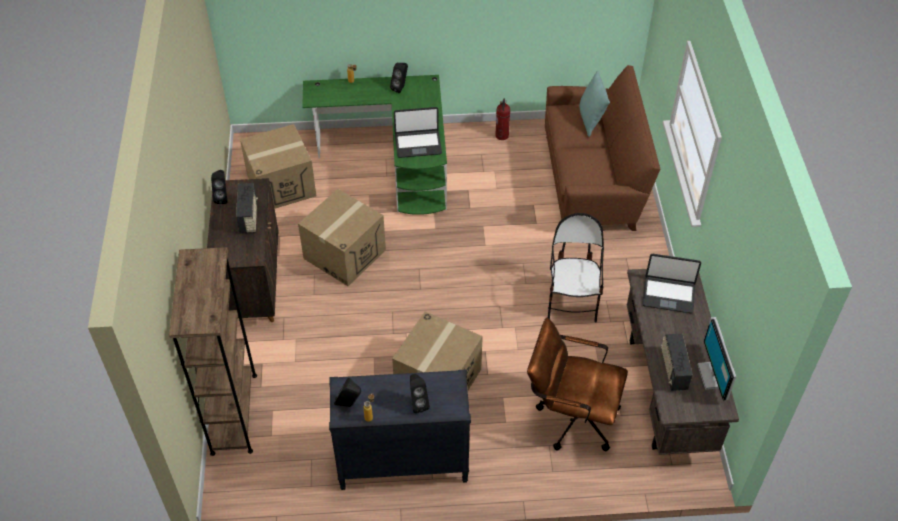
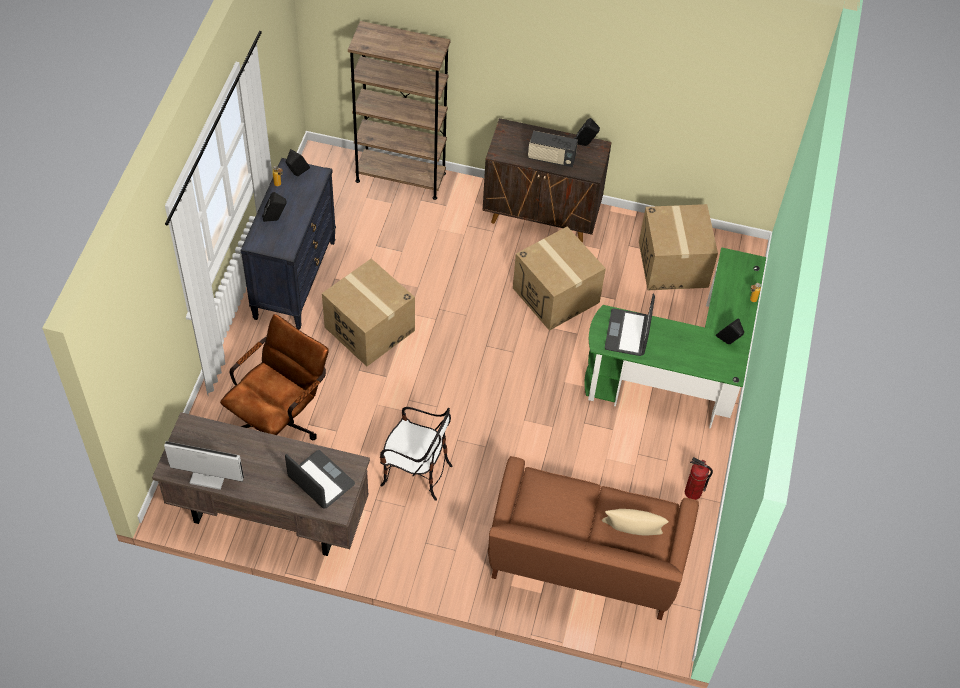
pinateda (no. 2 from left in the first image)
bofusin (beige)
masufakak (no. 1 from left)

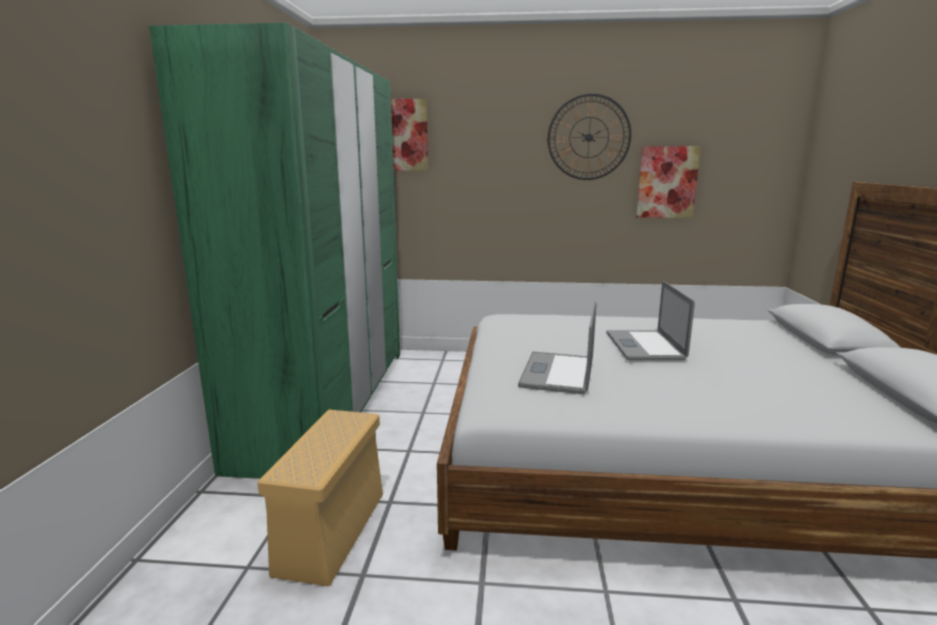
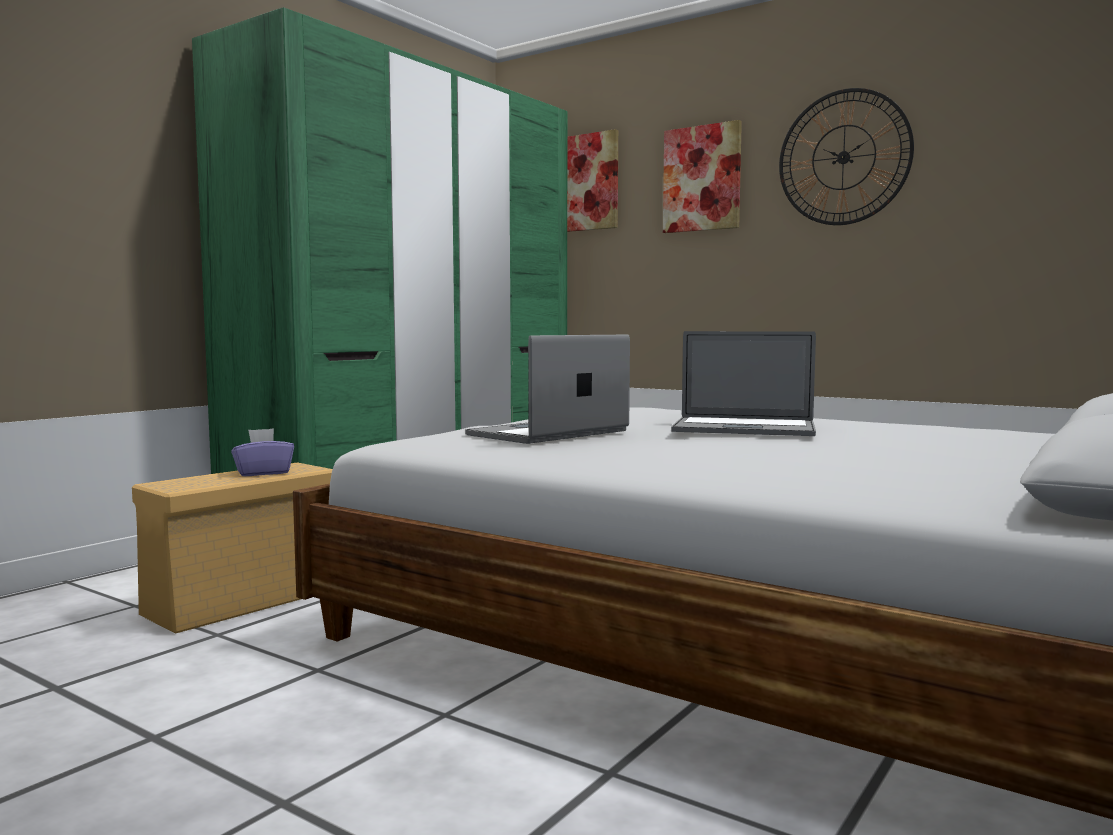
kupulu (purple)
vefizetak (no. 2 from left)
masufakak (no. 2 from left)

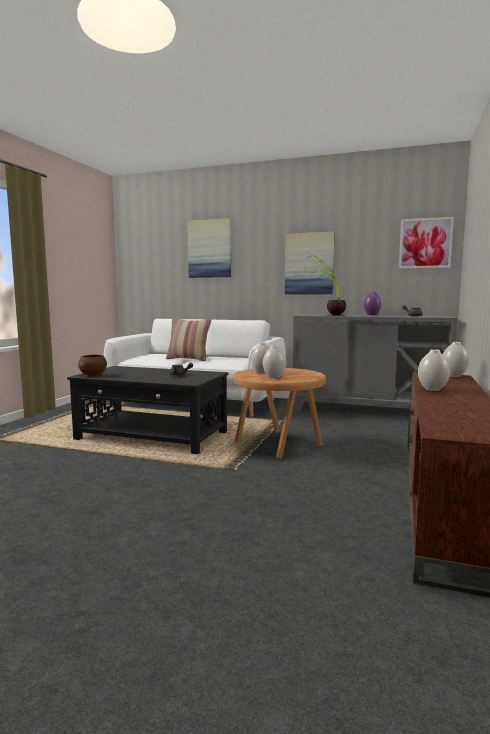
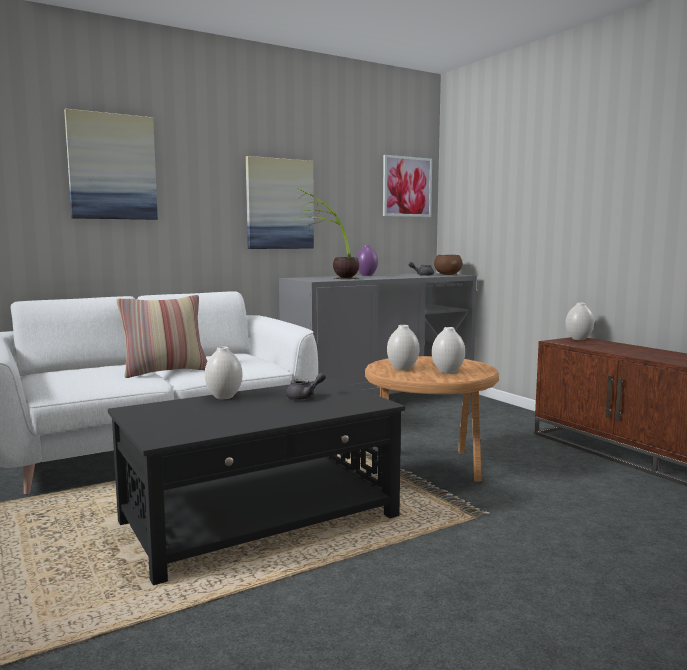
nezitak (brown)
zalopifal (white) (no. 1 from left)

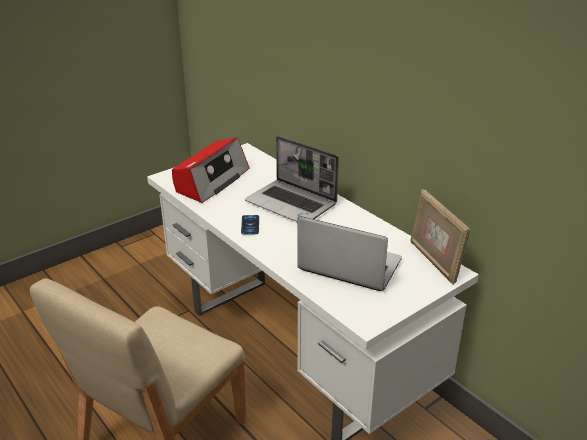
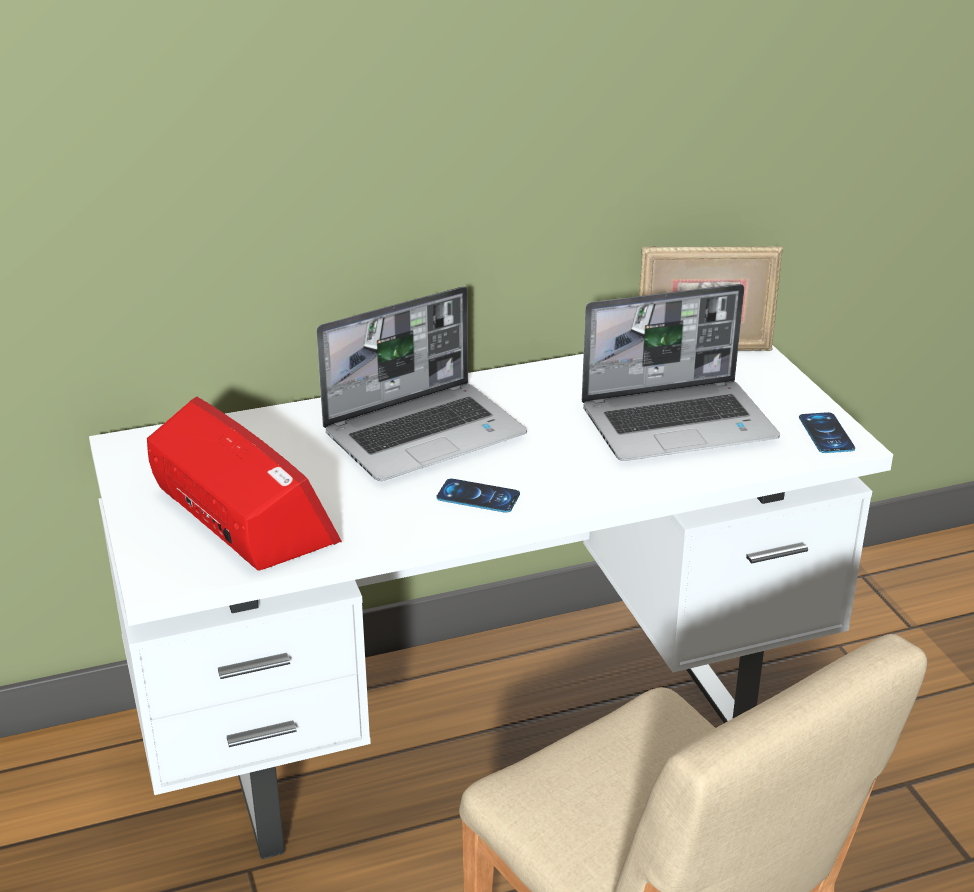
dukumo (no. 2 from left)
masufakak (no. 2 from left)

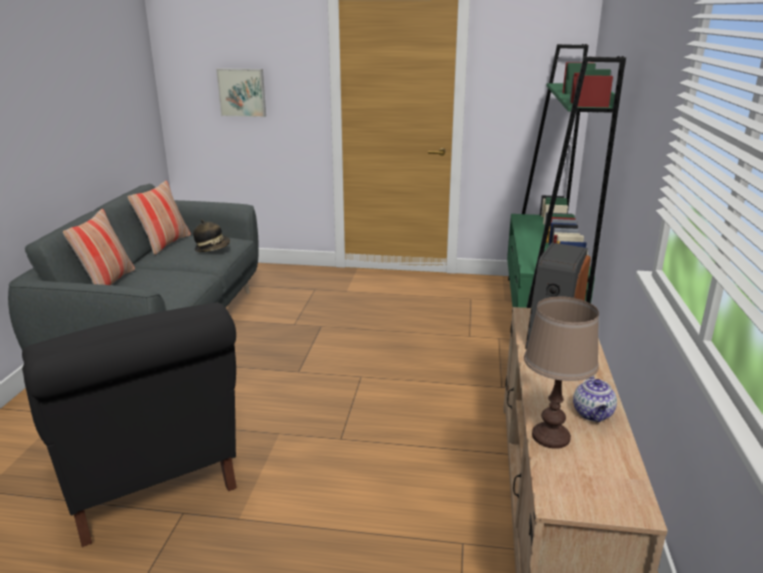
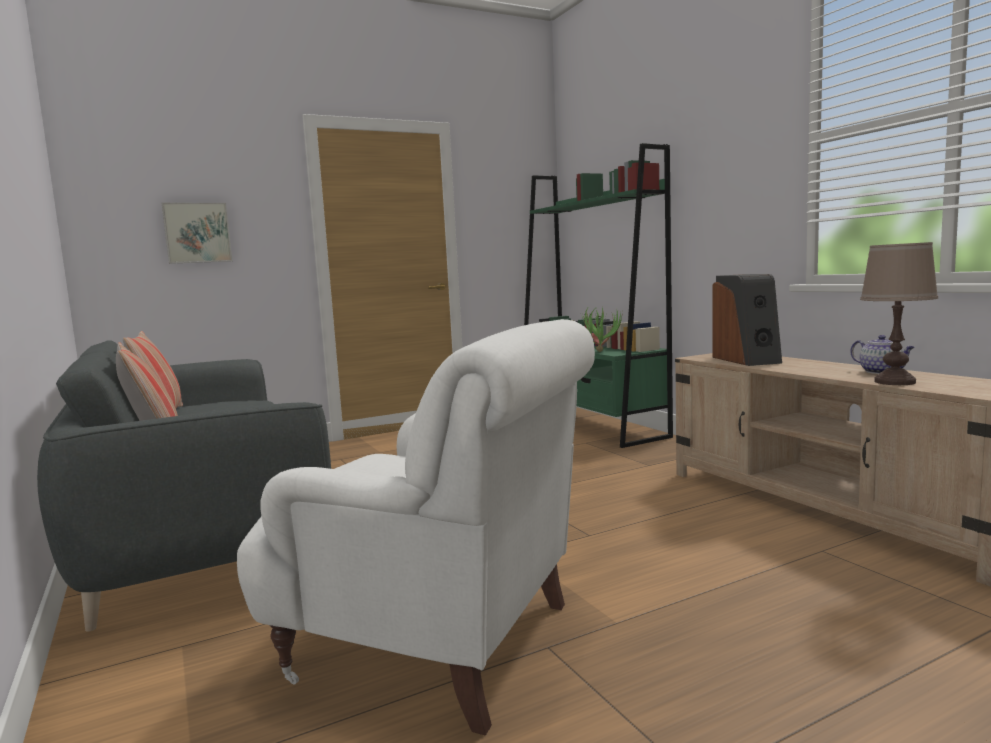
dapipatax
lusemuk
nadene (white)

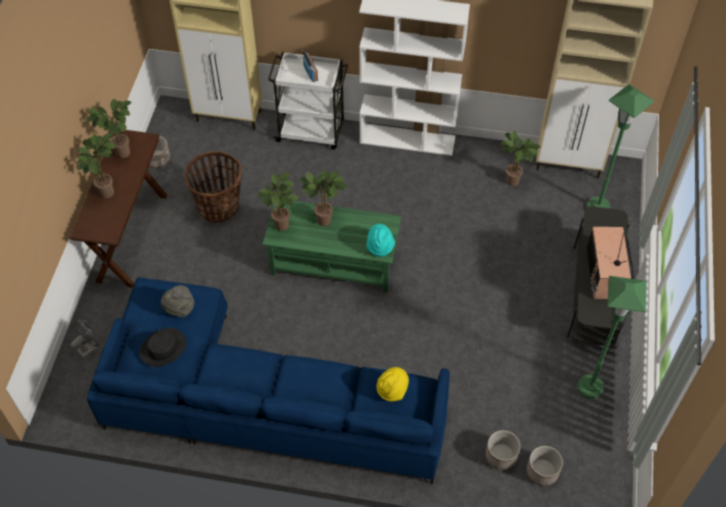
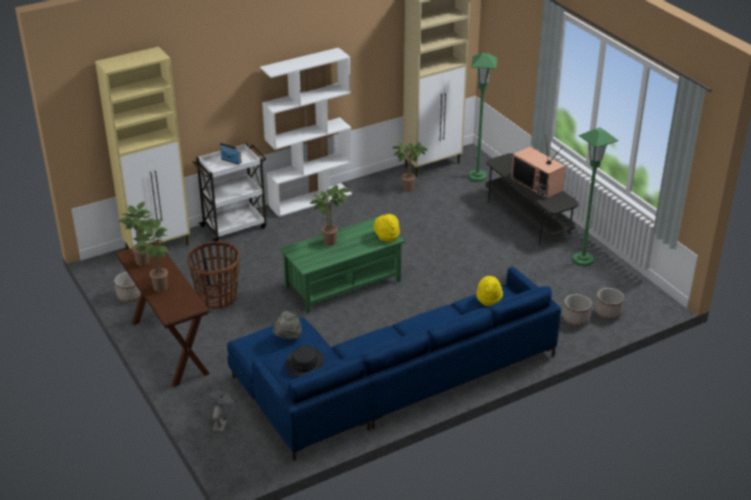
lusemuk (no. 3 from left in the first image)
dapipatax (yellow) (no. 1 from left)

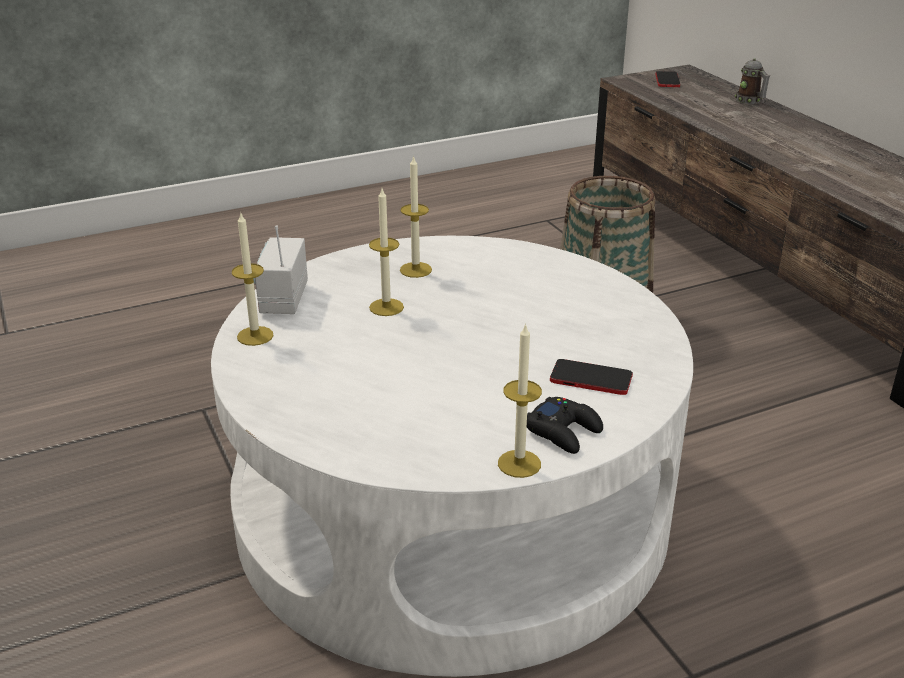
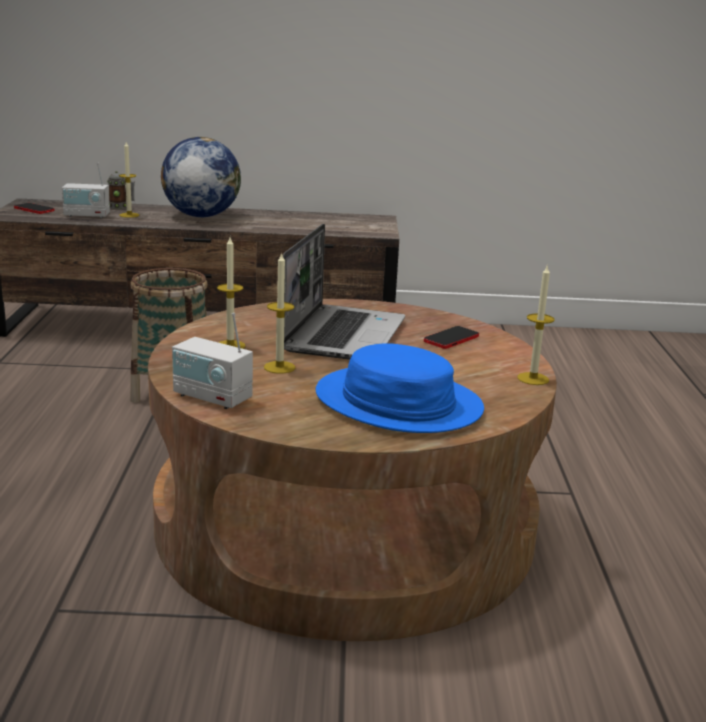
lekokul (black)
pinateda (no. 1 from left)
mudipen
masufakak
dapipatax (blue)
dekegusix (no. 1 from left)
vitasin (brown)

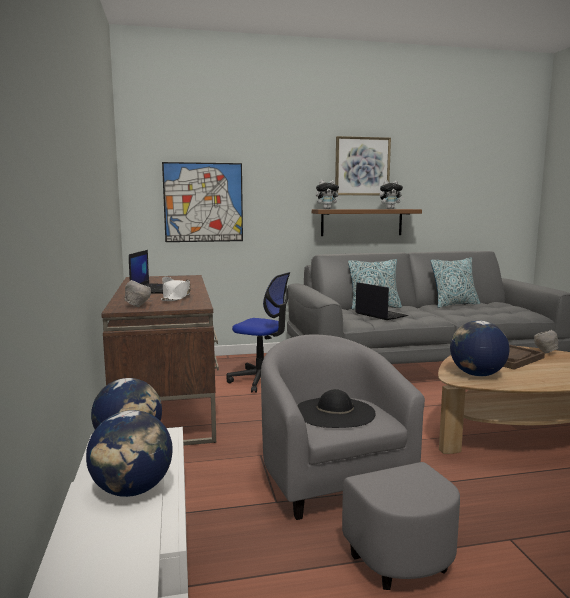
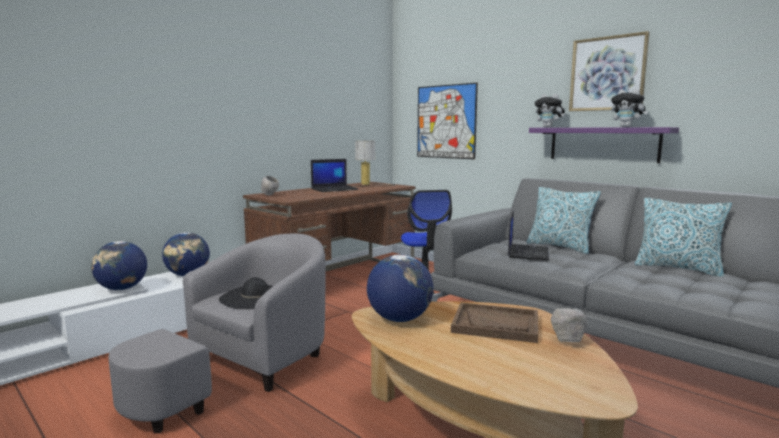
dapipatax (white)
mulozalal
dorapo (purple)

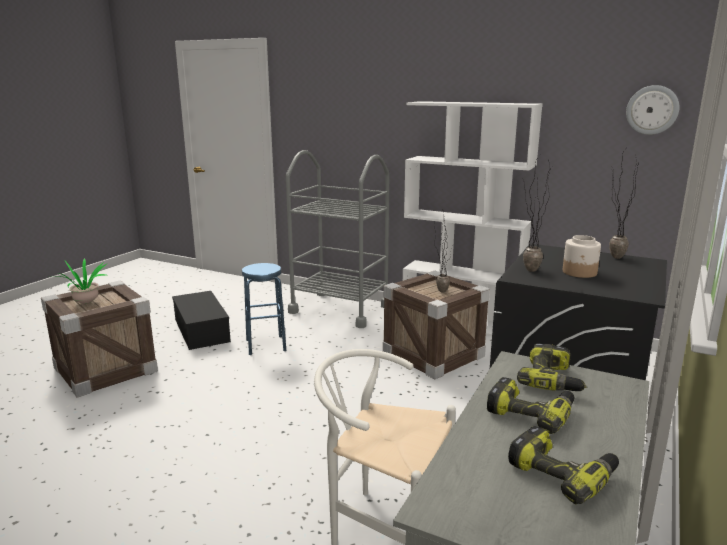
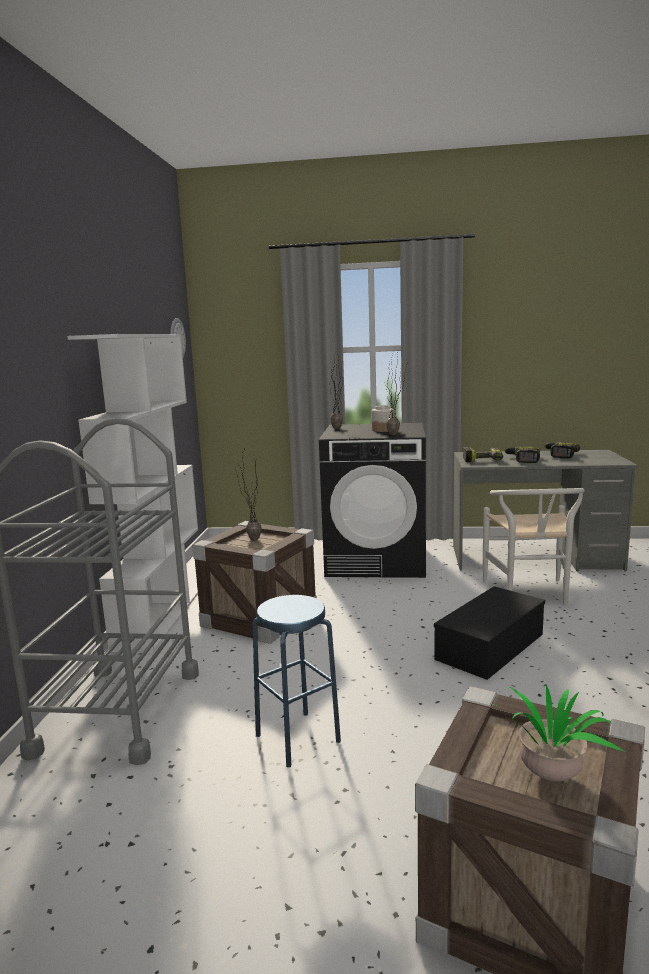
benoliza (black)

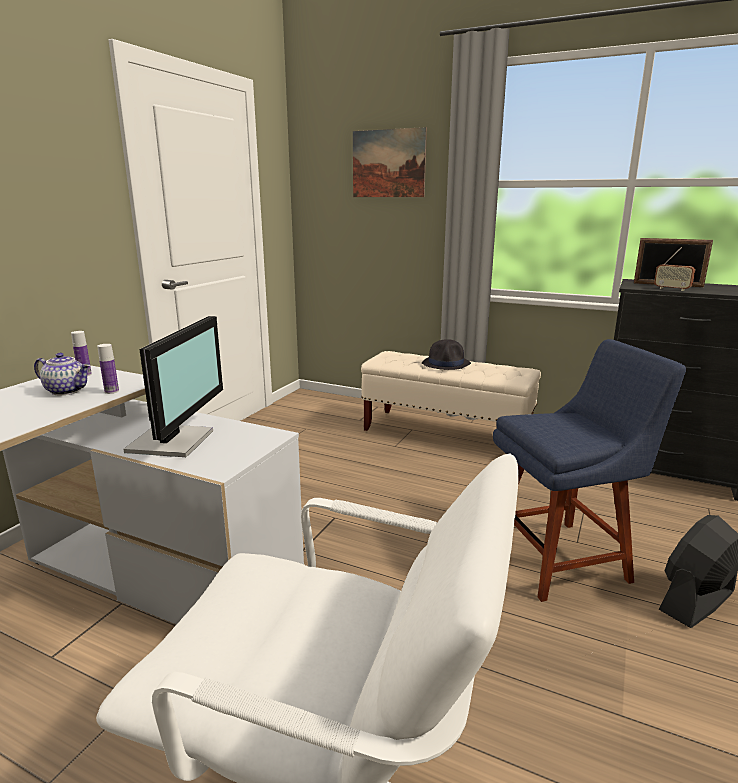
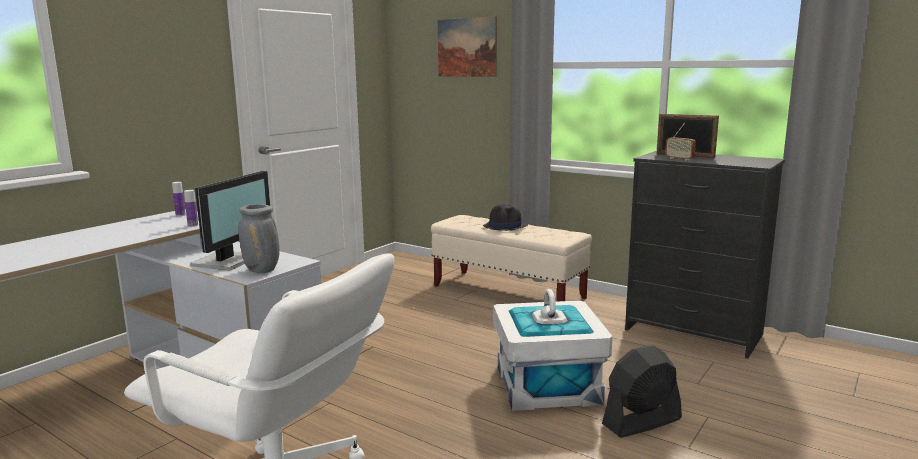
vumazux
zalopifal (grey)
benoliza (white)

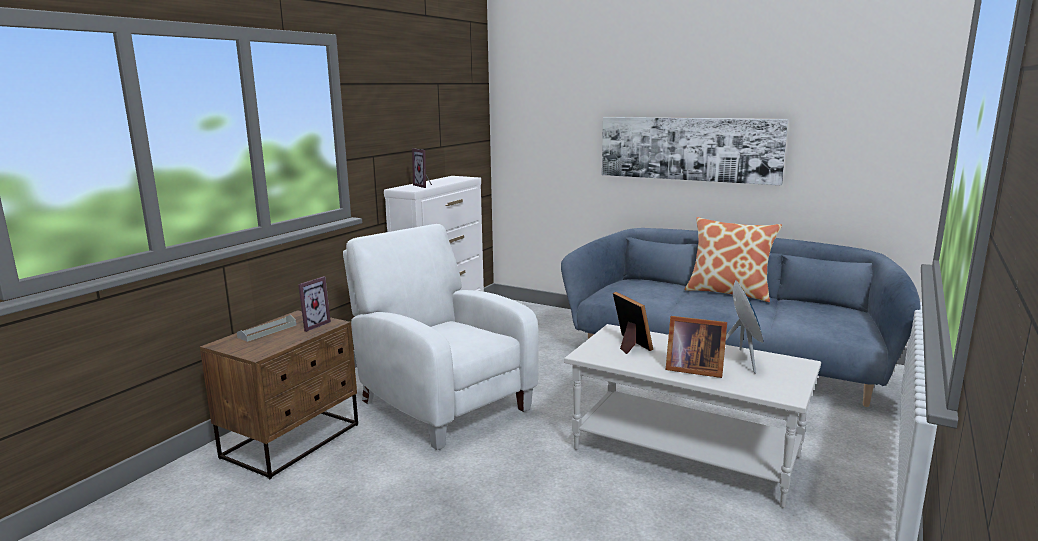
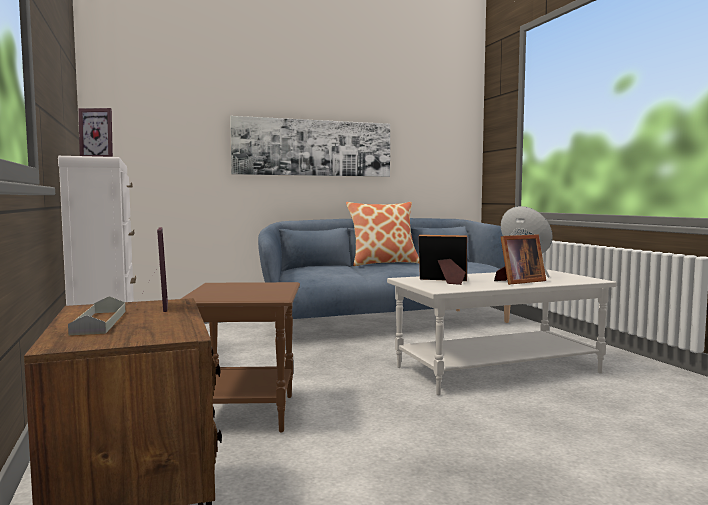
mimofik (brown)

